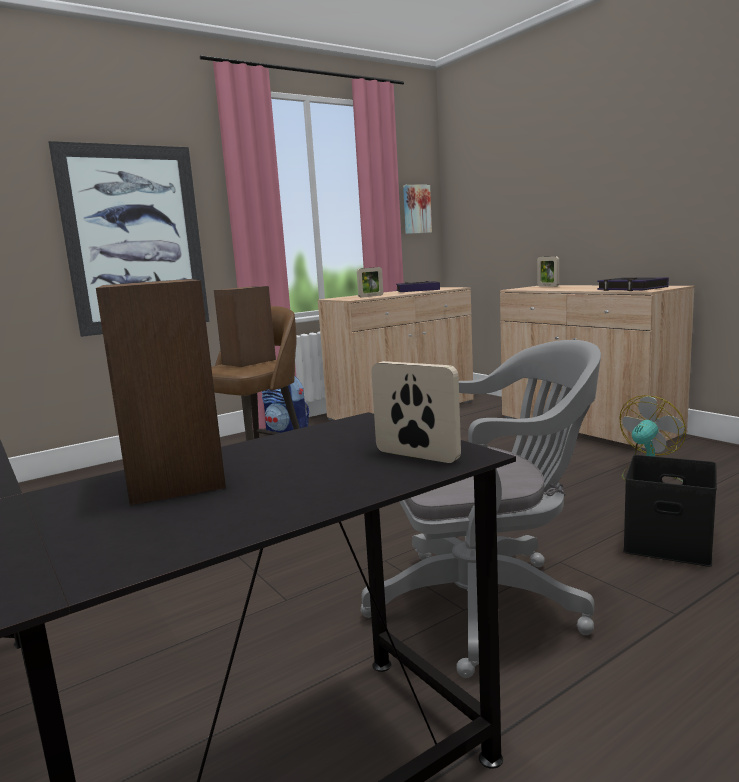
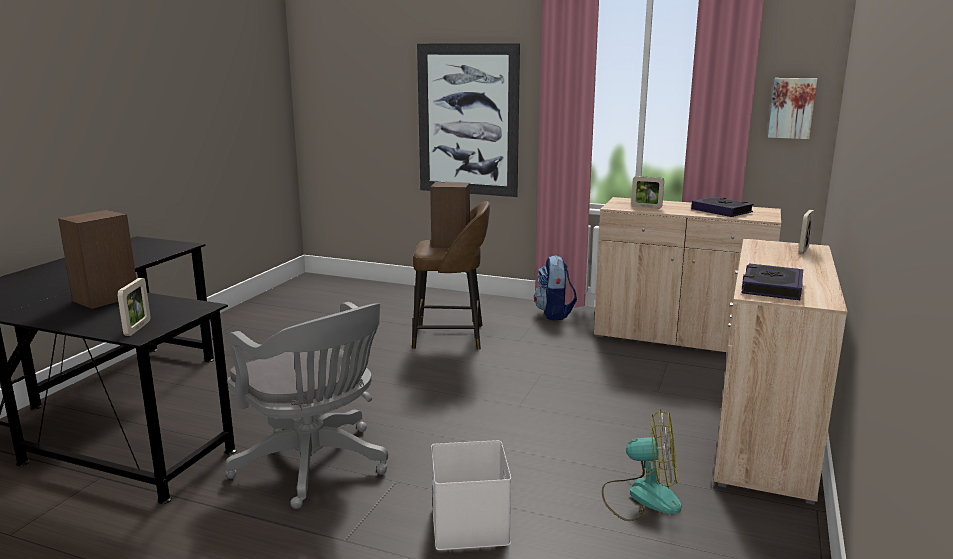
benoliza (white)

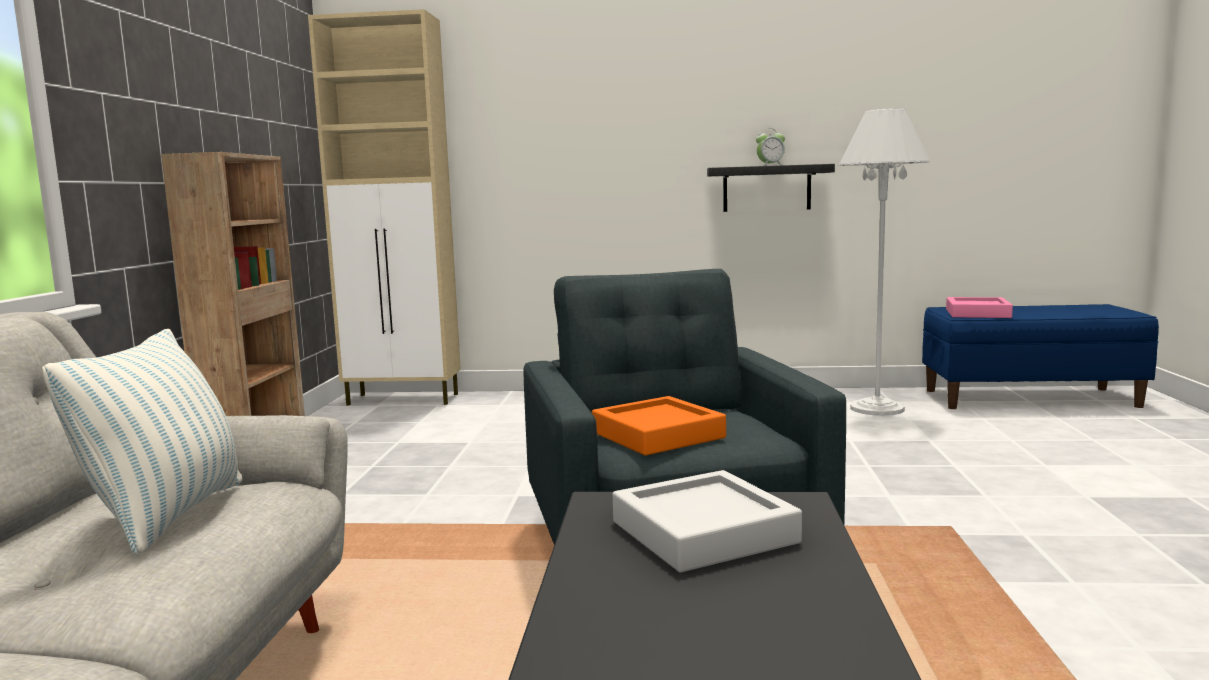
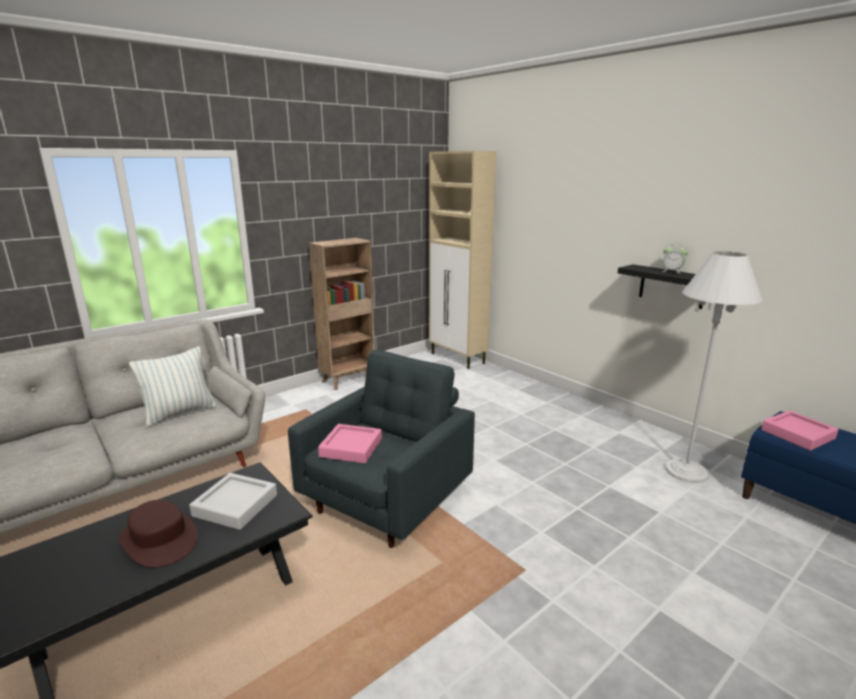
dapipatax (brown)
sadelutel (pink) (no. 1 from left)

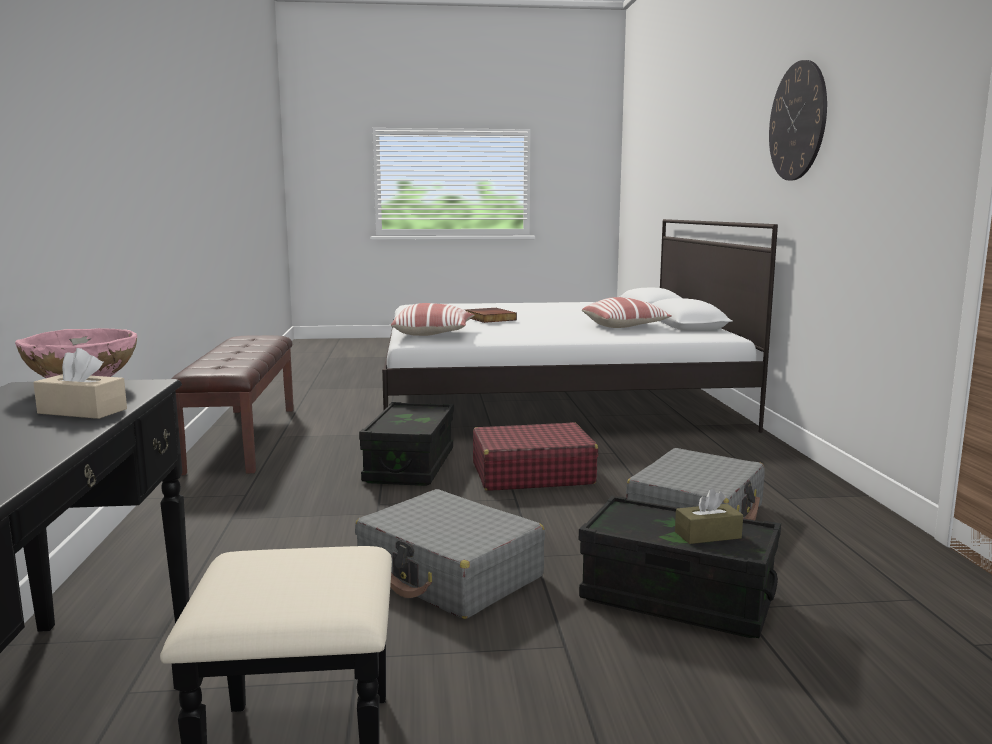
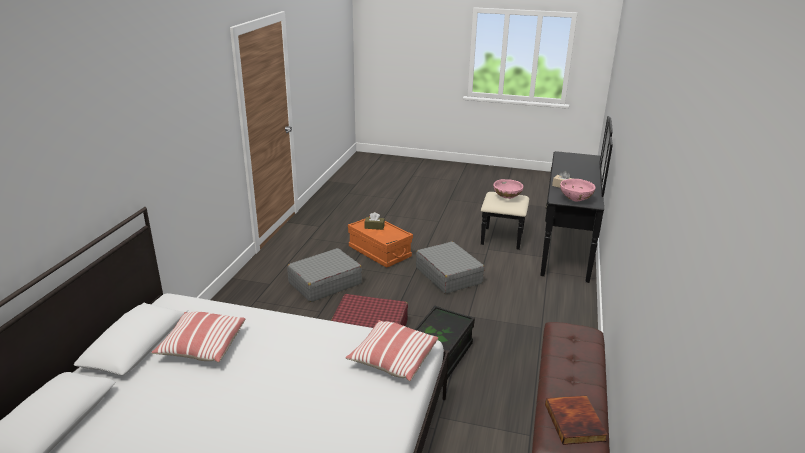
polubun
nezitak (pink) (no. 1 from left)
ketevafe
benoliza (orange)

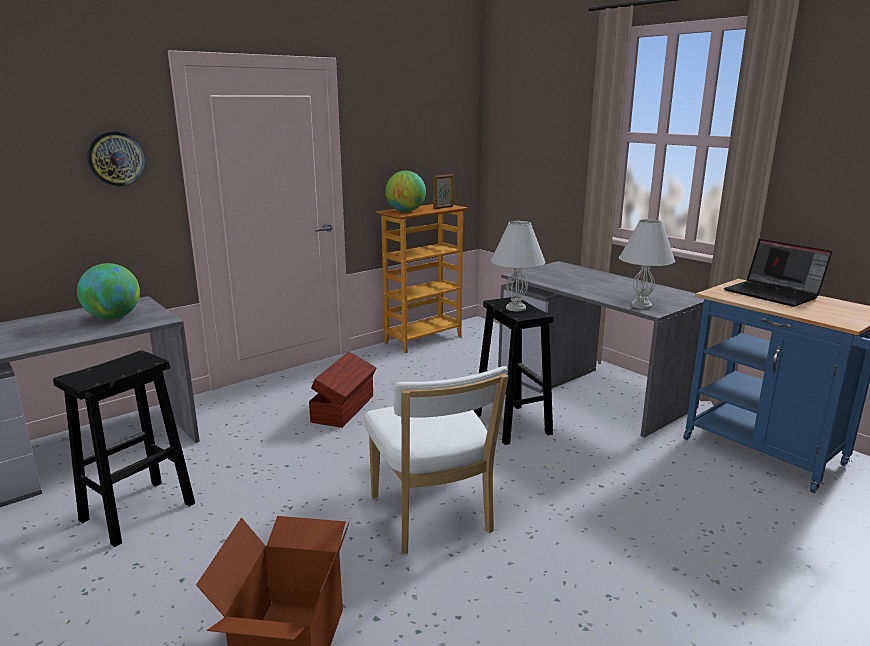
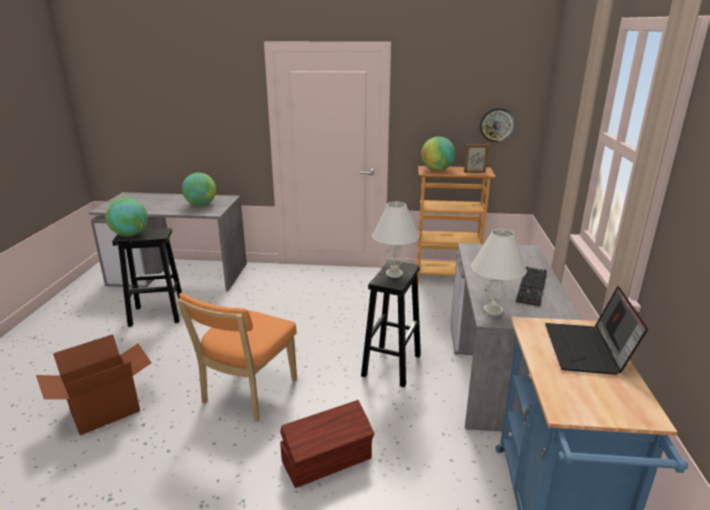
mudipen (no. 1 from left)
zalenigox
polubun
benoliza (brown)
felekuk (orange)

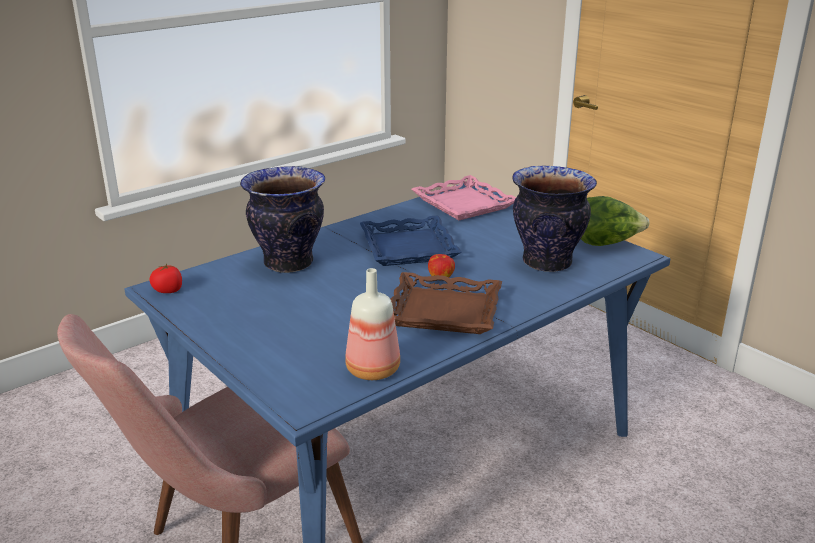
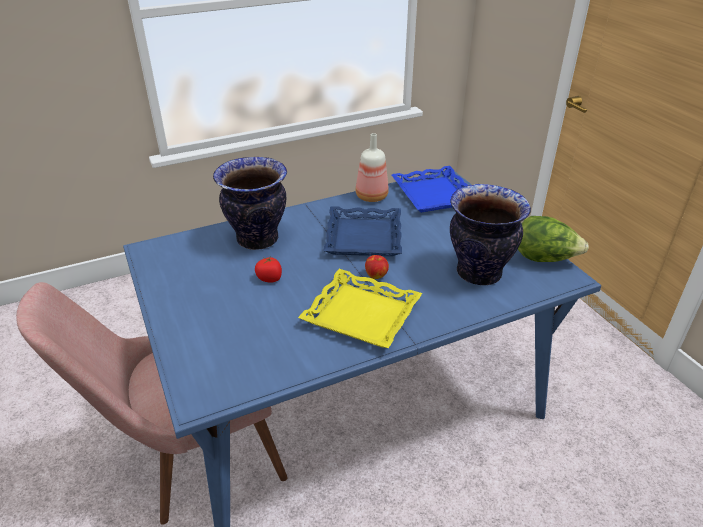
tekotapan
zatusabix
sadelutel (yellow)
sadelutel (blue) (no. 2 from left)

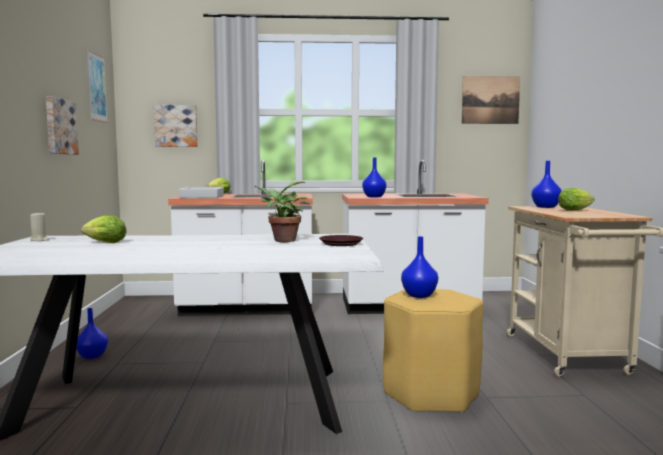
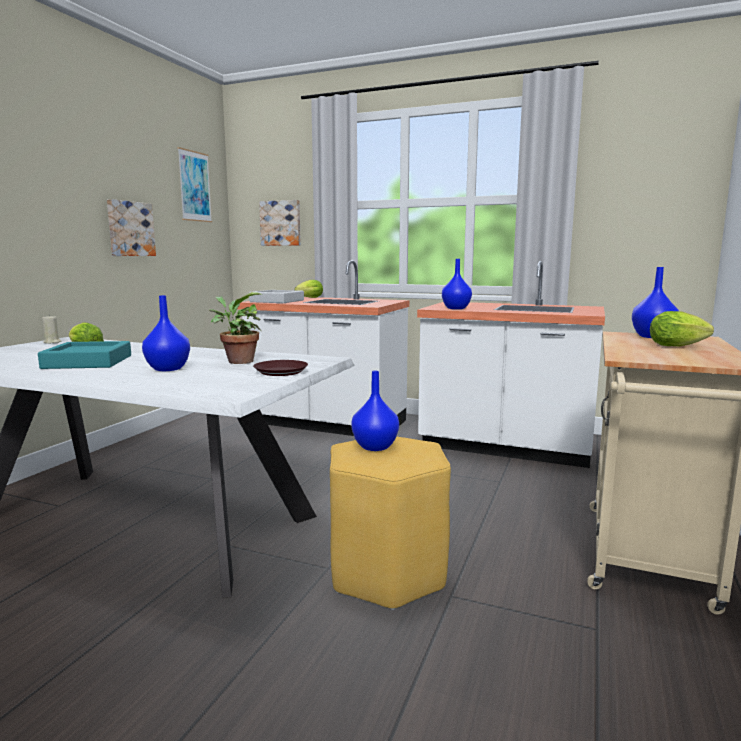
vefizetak (no. 4 from left in the first image)
sadelutel (turquoise)
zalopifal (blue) (no. 1 from left)

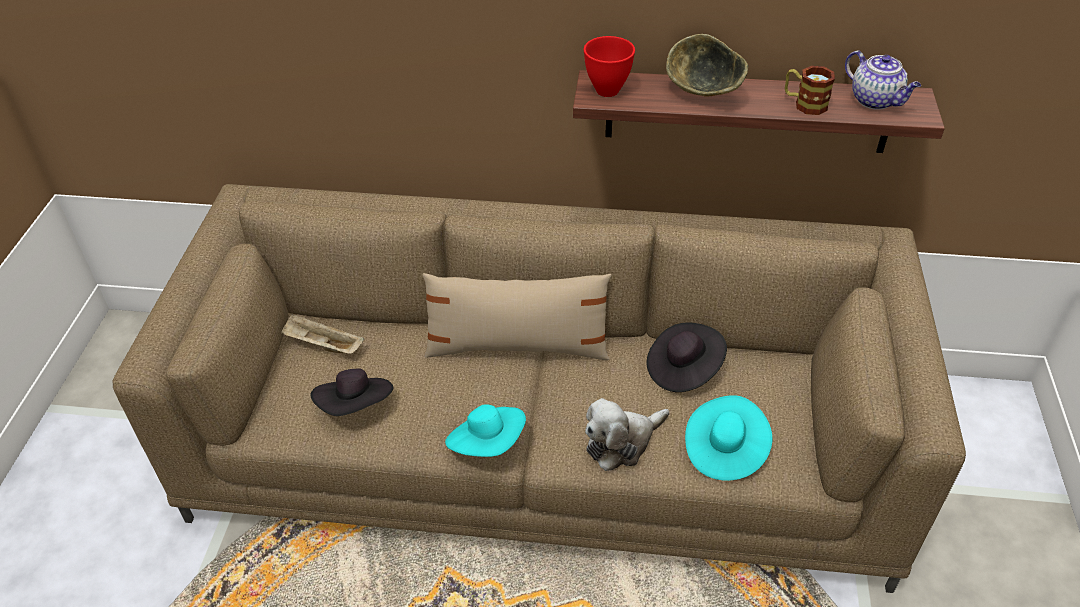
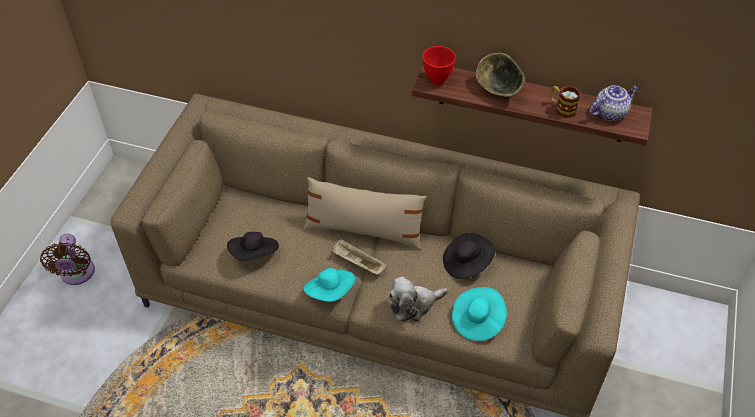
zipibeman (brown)
sadelutel (beige)
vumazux

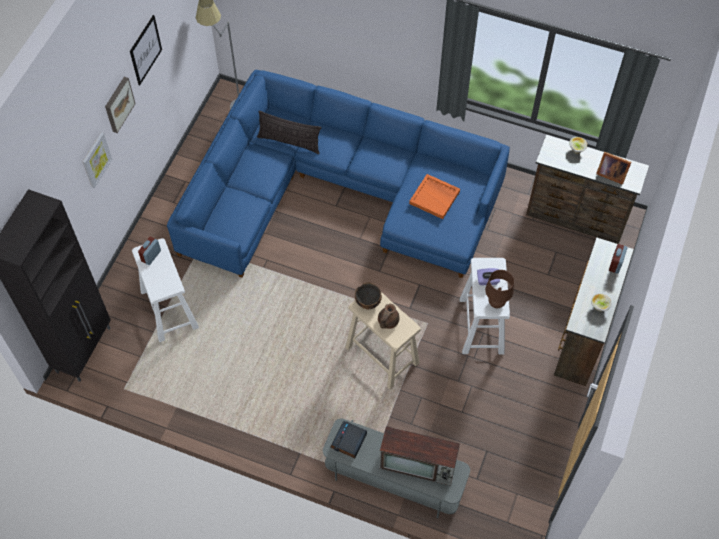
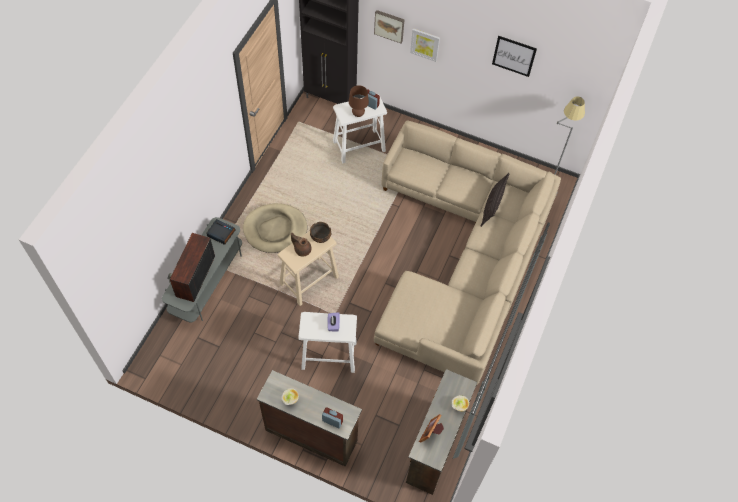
sadelutel (orange)
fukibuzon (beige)
vefizetak (no. 1 from left)
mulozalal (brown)
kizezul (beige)

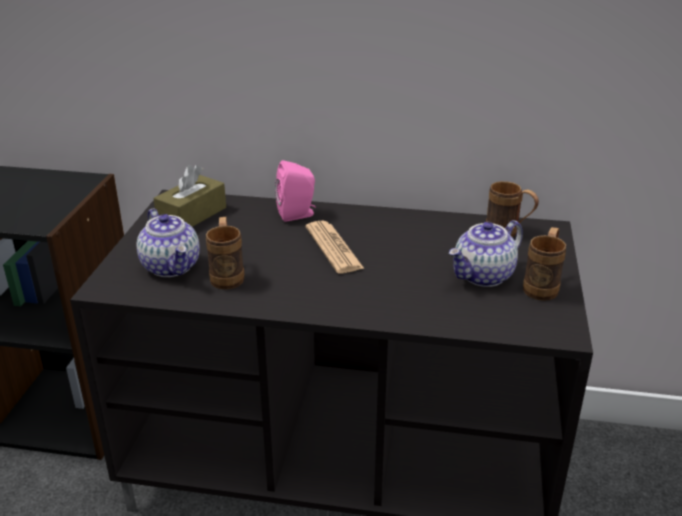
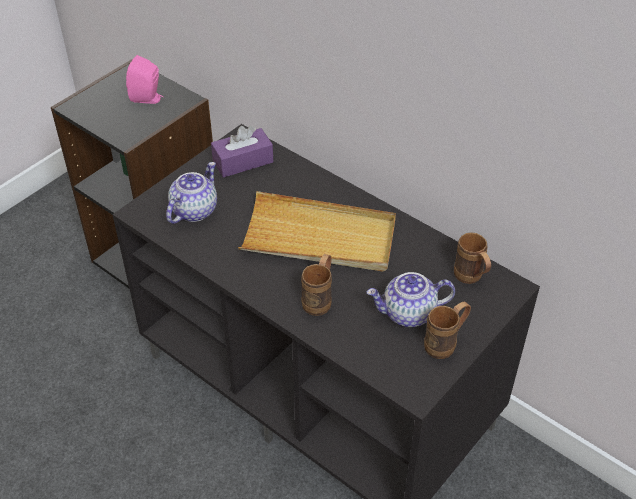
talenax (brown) (no. 1 from left)
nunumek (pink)
sadelutel (beige)
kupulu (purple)
vumazux (no. 1 from left)

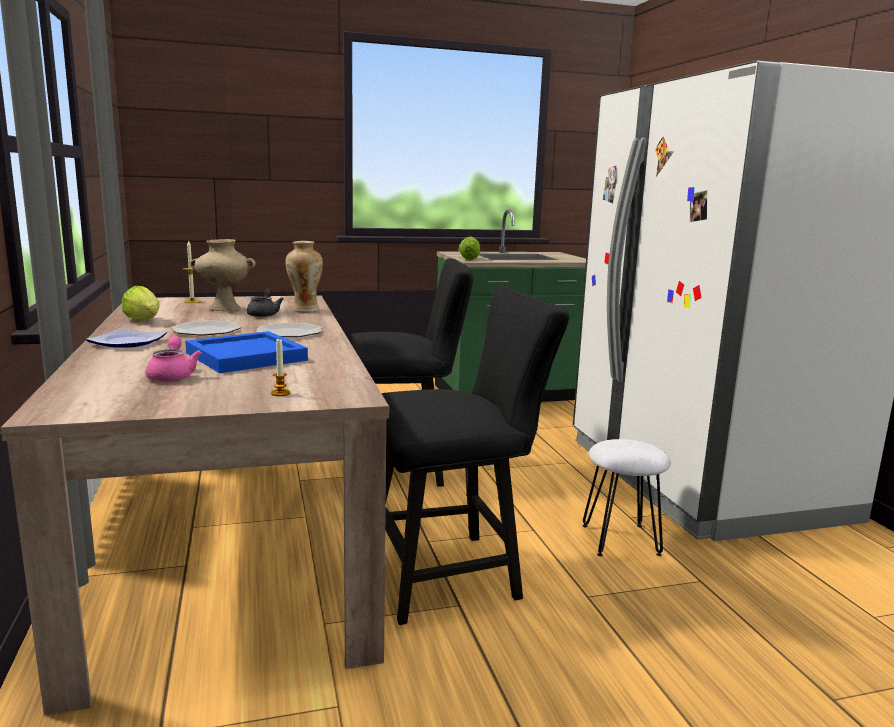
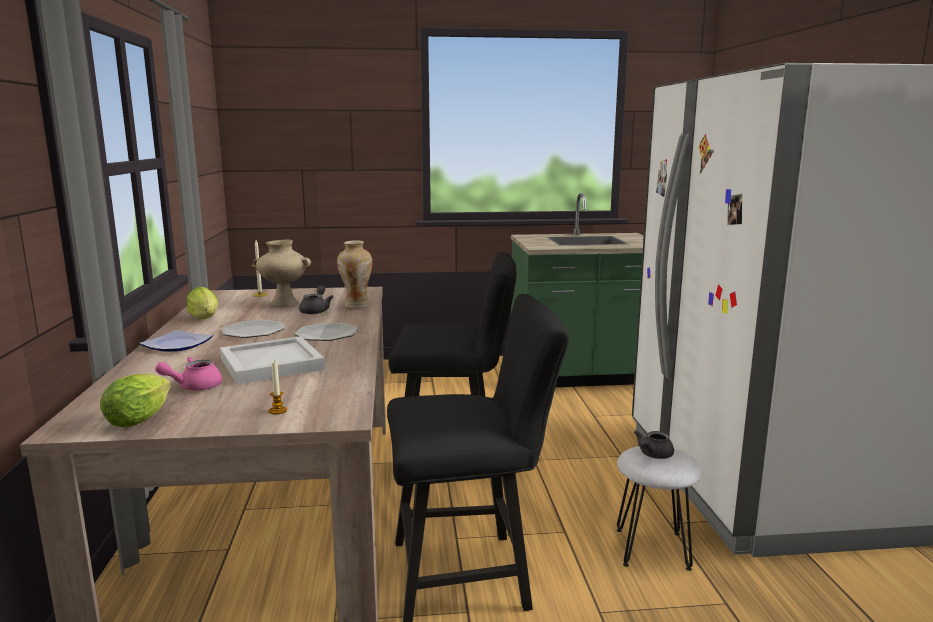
vumazux (grey) (no. 2 from left)
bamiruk (no. 1 from left)
sadelutel (white)
vumazux (pink)

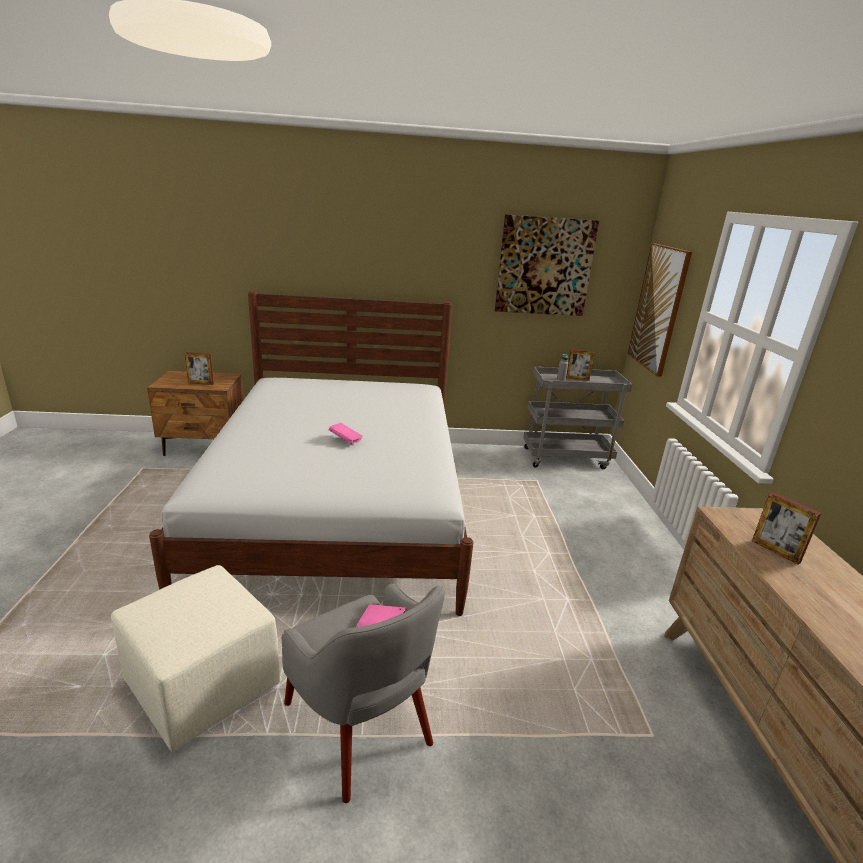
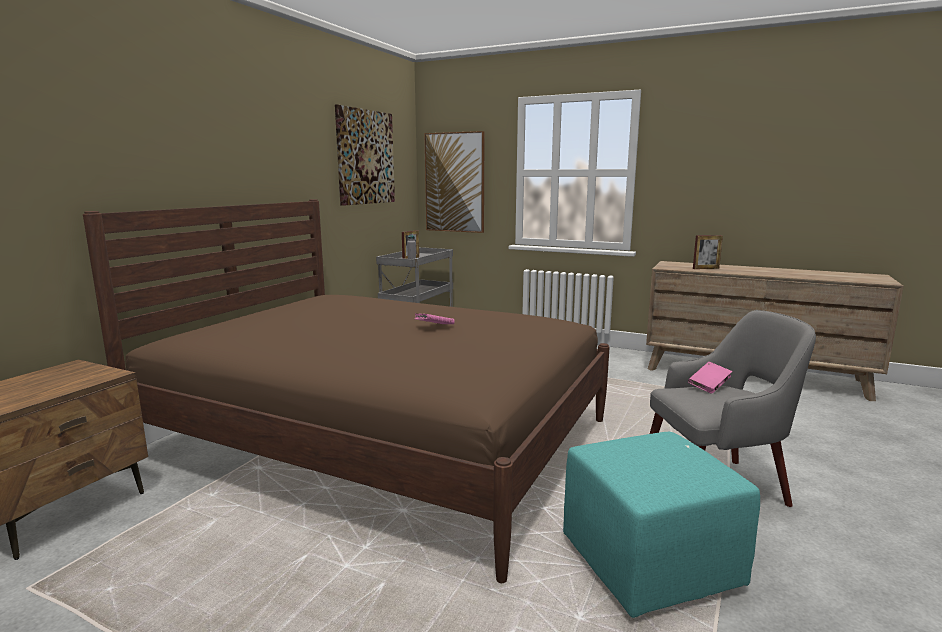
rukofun (no. 1 from left in the first image)
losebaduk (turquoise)
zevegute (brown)

